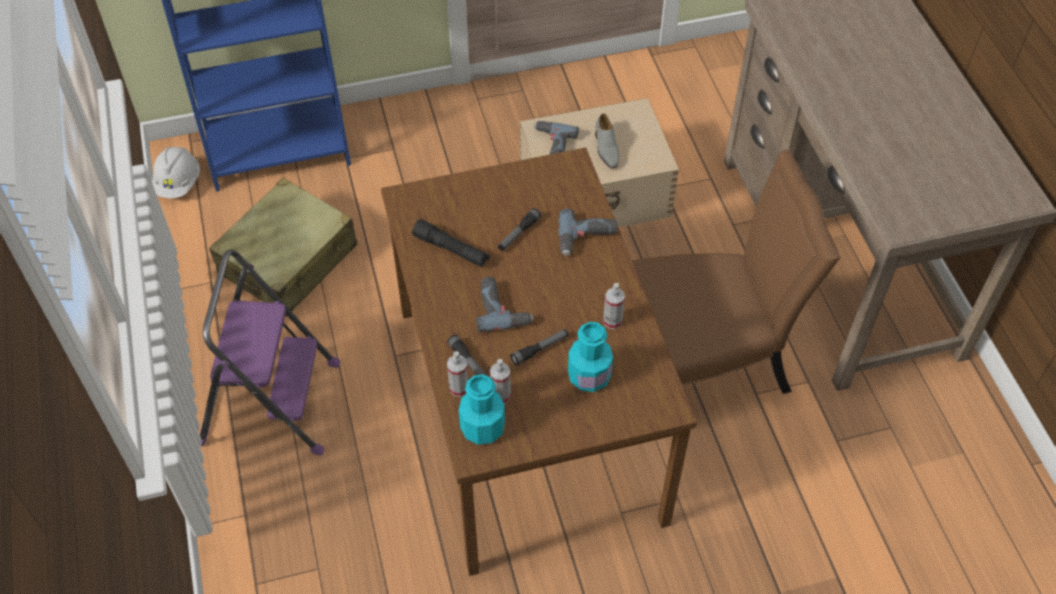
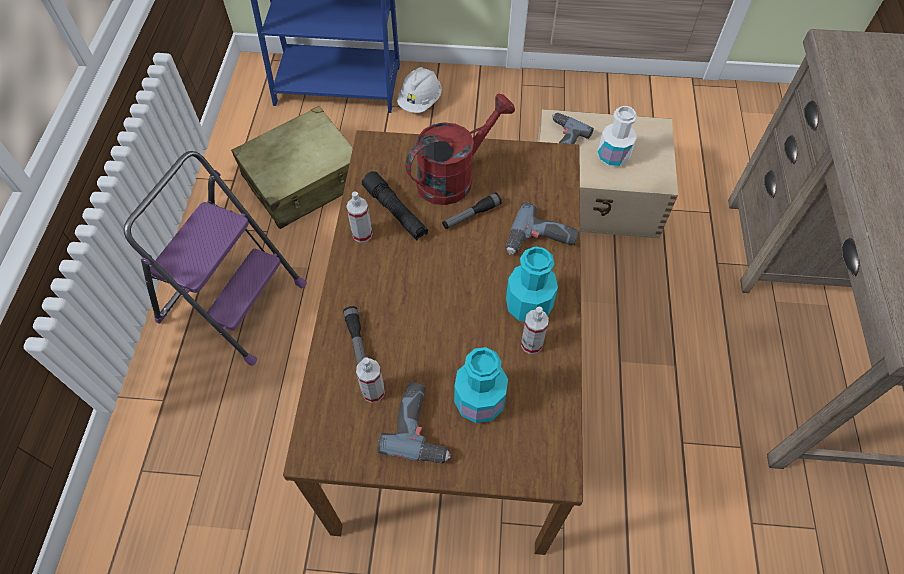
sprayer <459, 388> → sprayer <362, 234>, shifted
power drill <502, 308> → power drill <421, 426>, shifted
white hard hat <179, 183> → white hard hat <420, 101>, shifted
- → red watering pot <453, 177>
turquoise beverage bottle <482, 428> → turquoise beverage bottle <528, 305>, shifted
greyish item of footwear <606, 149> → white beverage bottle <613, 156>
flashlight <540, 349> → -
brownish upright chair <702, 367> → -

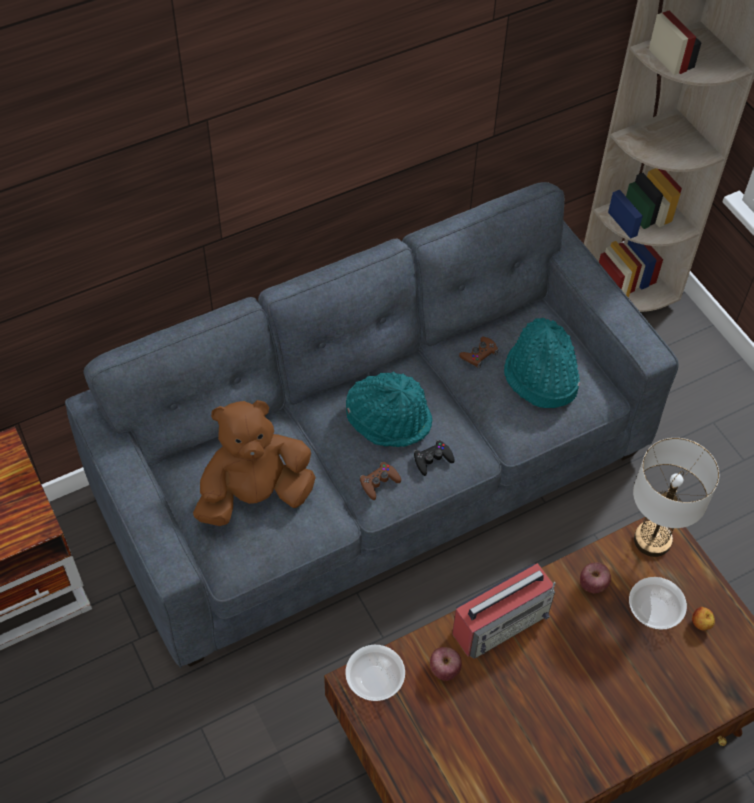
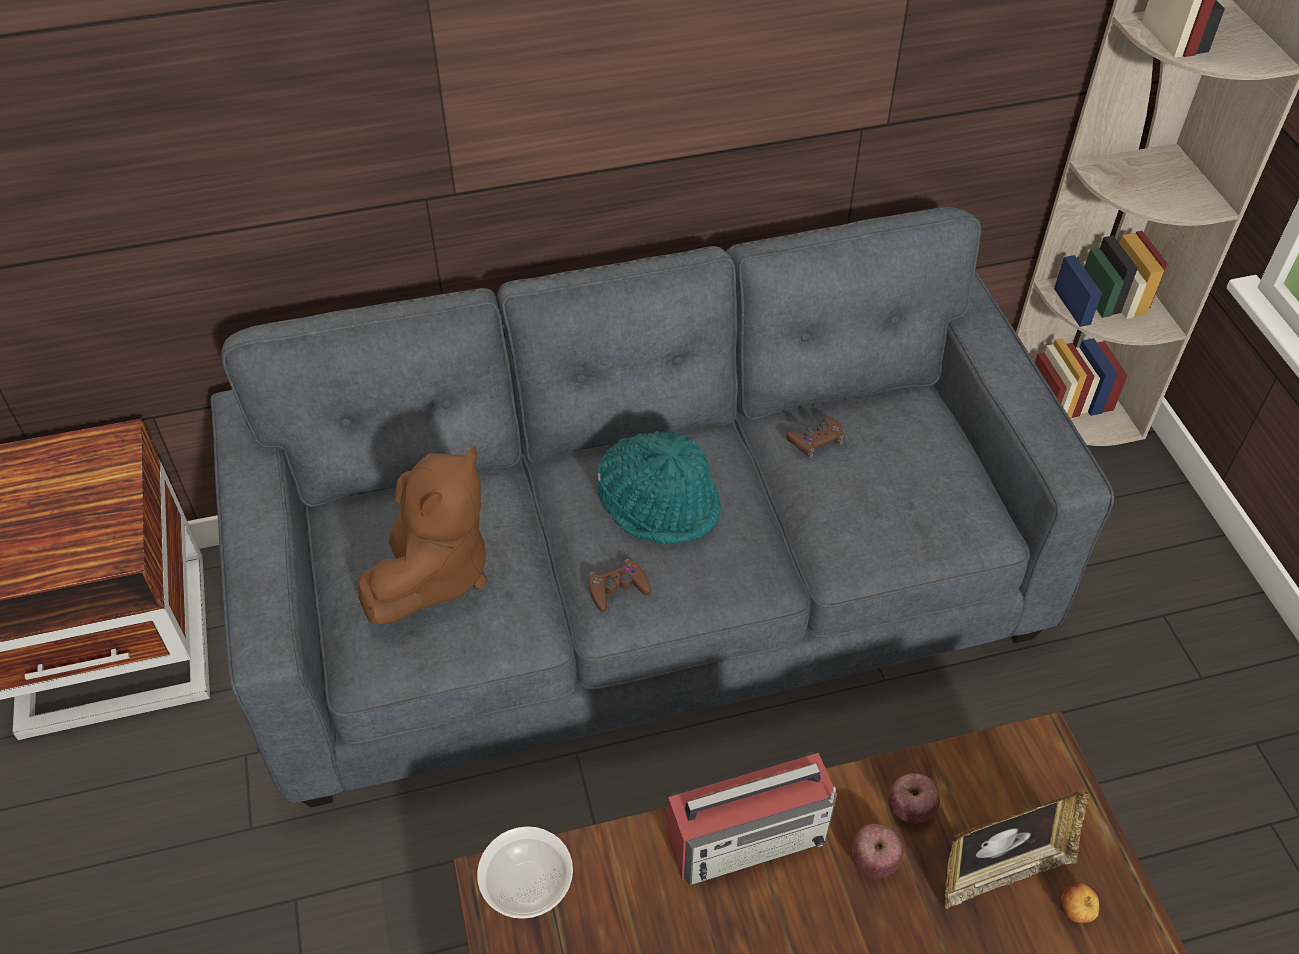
brownish cuddly toy <255, 495> → brownish cuddly toy <433, 572>, 120 degrees clockwise
apple <444, 669> → apple <874, 861>, shifted
bowl <654, 610> → photo frame <1001, 871>
blackish gamepad <432, 460> → -
turquoise clothing hat <540, 378> → -
lamp for a table <652, 539> → -

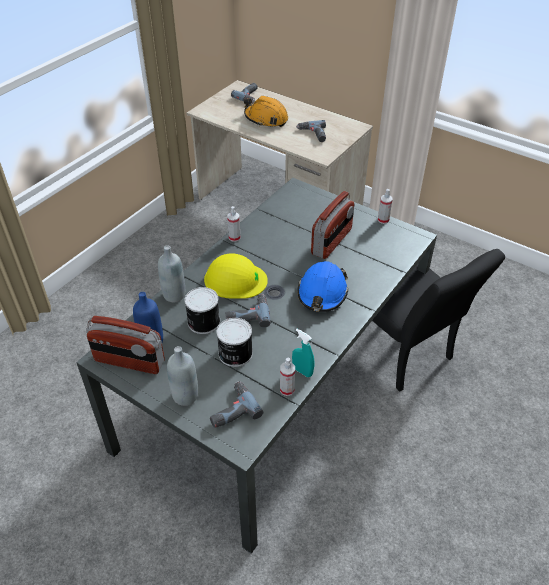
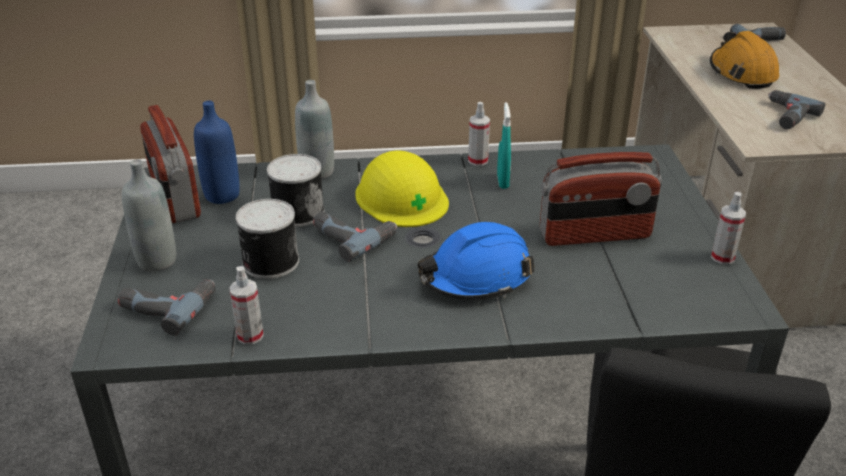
turquoise sprayer <302, 371> → turquoise sprayer <503, 181>, shifted

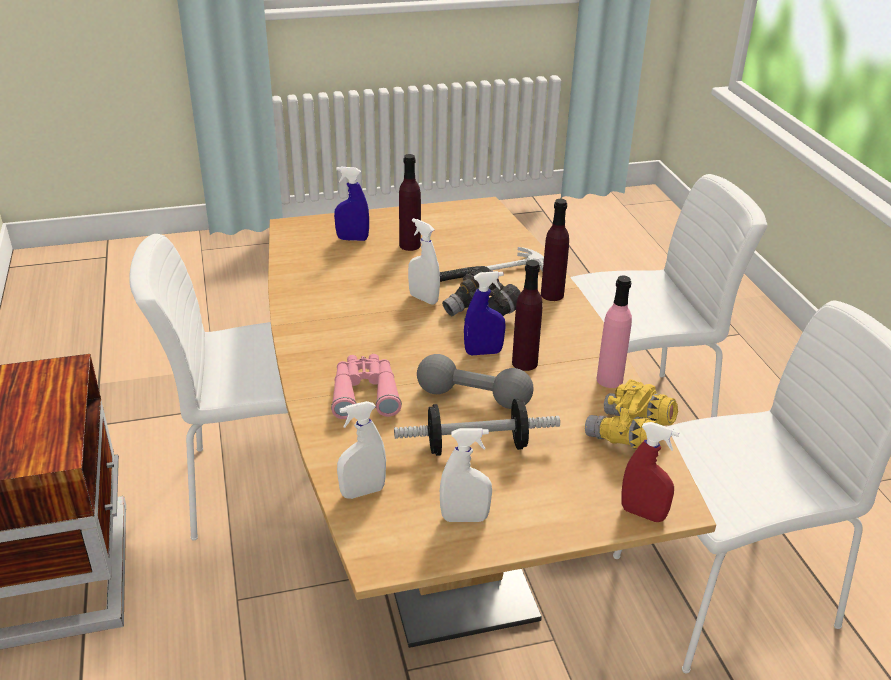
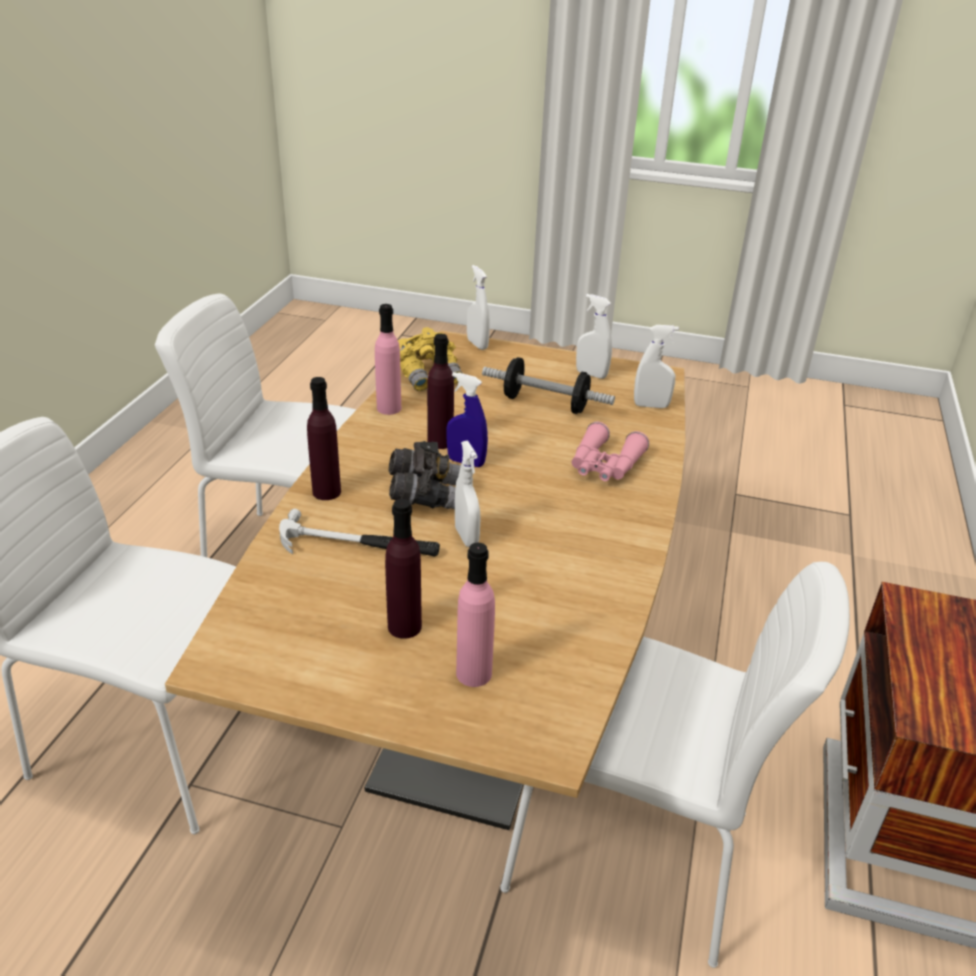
bluish sprayer <352, 239> → pinkish beverage bottle <474, 673>
red sprayer <643, 513> → white sprayer <477, 344>
greyish dumbbell <473, 397> → -

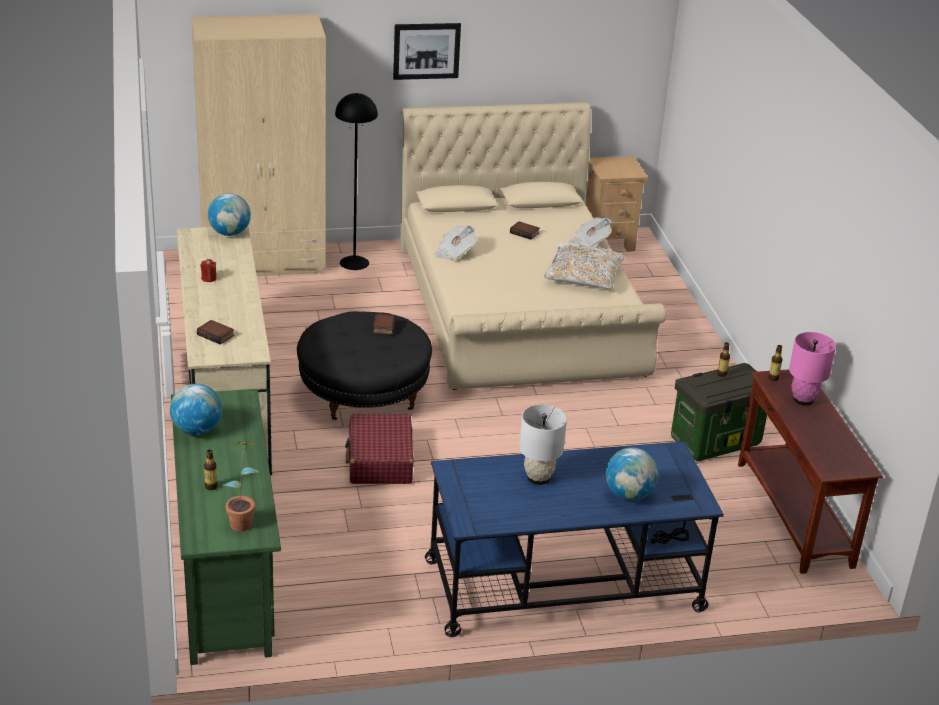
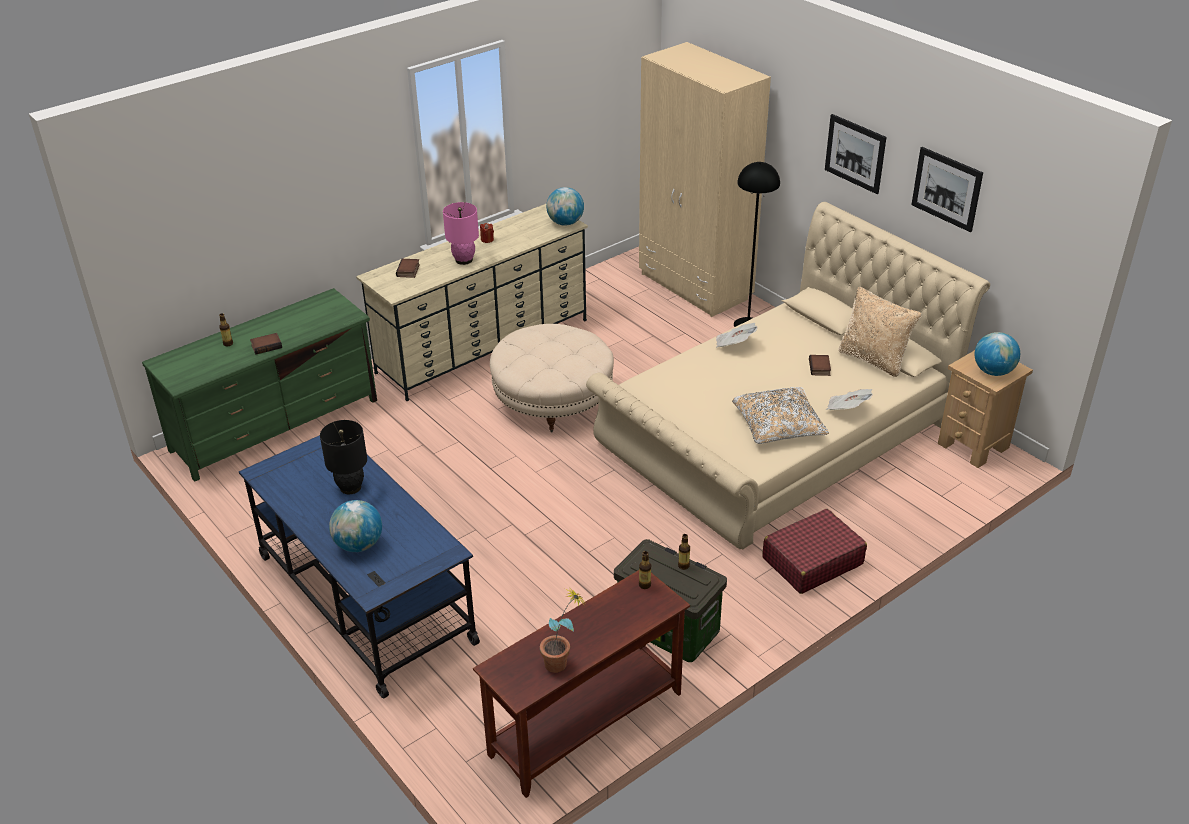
bound book <383, 326> → bound book <267, 346>, shifted
white lamp for a table <538, 478> → blackish lamp for a table <350, 487>
pinkish lamp for a table <803, 399> → pinkish lamp for a table <464, 260>, shifted
blackish ottoman <364, 394> → beige-coloured ottoman <553, 401>
potted plant <243, 520> → potted plant <562, 662>, shifted
red suitcase <380, 460> → red suitcase <812, 561>, shifted
- → beige-coloured cushion <873, 361>
- → picture <946, 188>
world globe <196, 430> → world globe <993, 371>, shifted

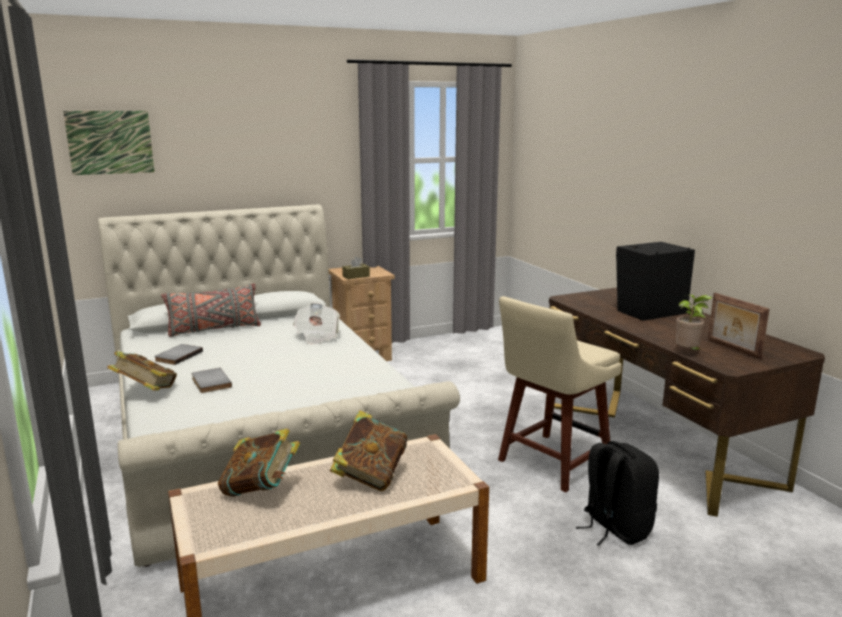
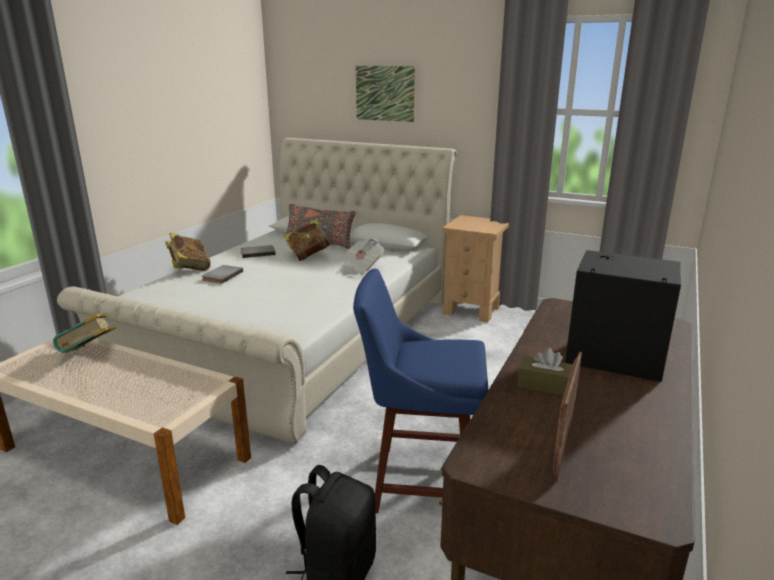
bound book <370, 476> → bound book <309, 256>, shifted
beige-coloured stool <550, 463> → bluish stool <419, 480>
picture <110, 142> → picture <385, 93>, shifted
brownish tissue holder <356, 276> → brownish tissue holder <545, 385>, shifted
potted plant <688, 353> → -

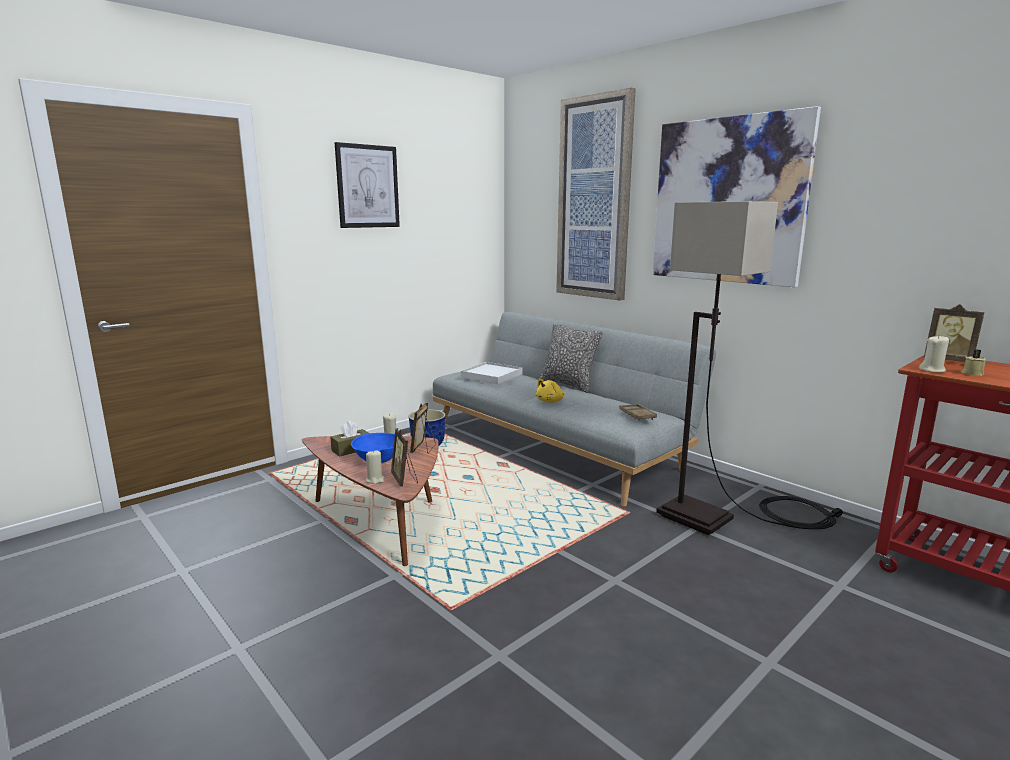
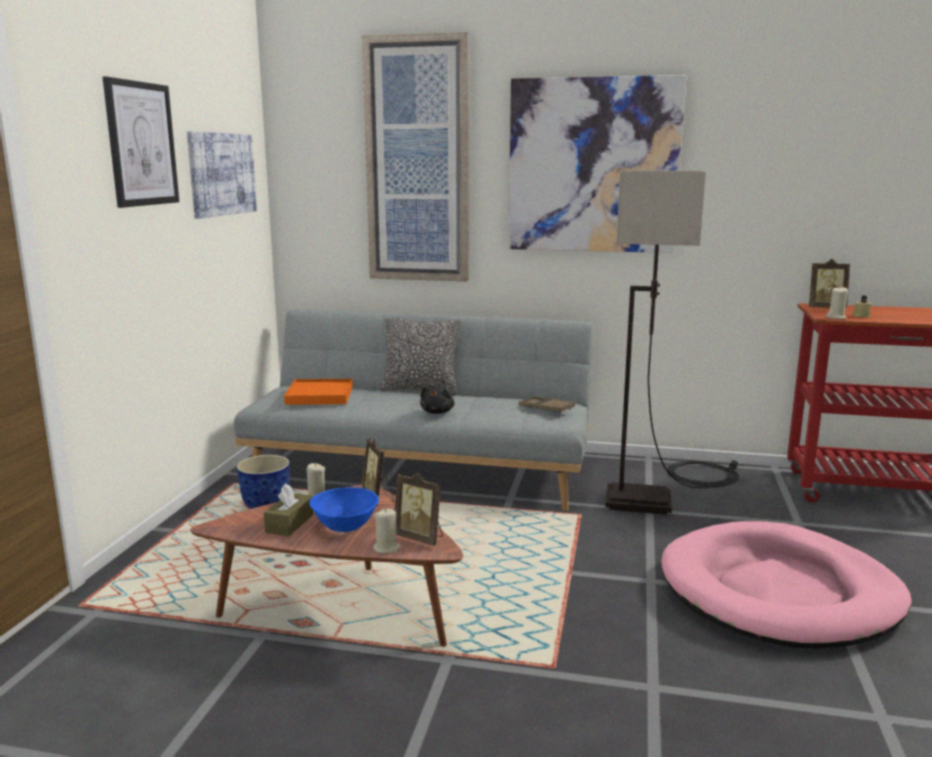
- → picture <221, 174>
white serving tray <492, 375> → orange serving tray <320, 395>
yellowish cuddly toy <550, 401> → blackish cuddly toy <437, 412>
- → pinkish pet bed <779, 592>

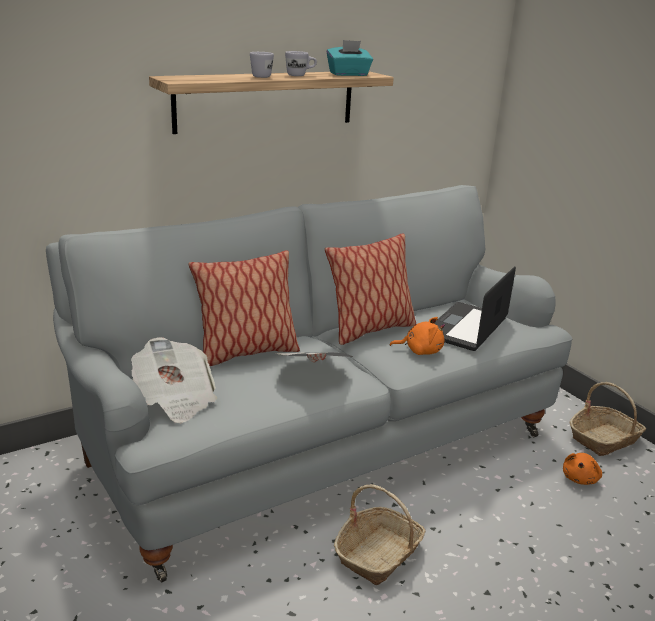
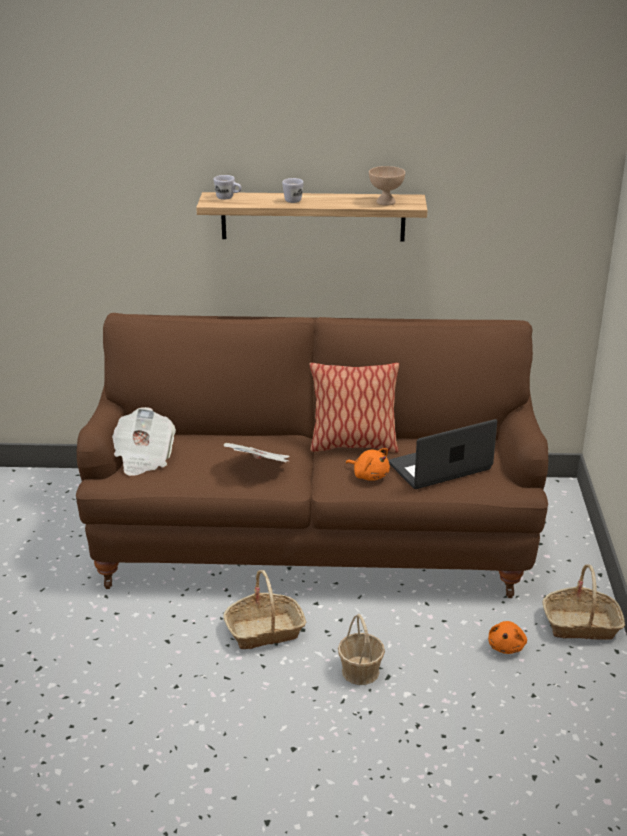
greyish sofa <320, 437> → brownish sofa <314, 532>
white tea mug <300, 75> → white tea mug <228, 198>, shifted
- → household basket <360, 671>
turquoise tissue holder <348, 74> → beige-coloured bowl <386, 202>
orange cuddly toy <580, 478> → orange cuddly toy <506, 646>, 45 degrees counterclockwise
cushion <246, 353> → -

